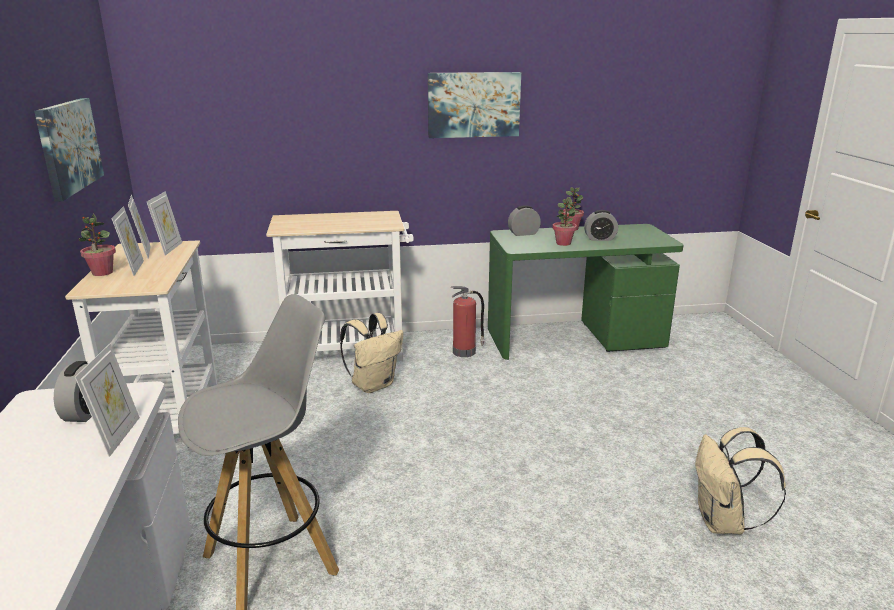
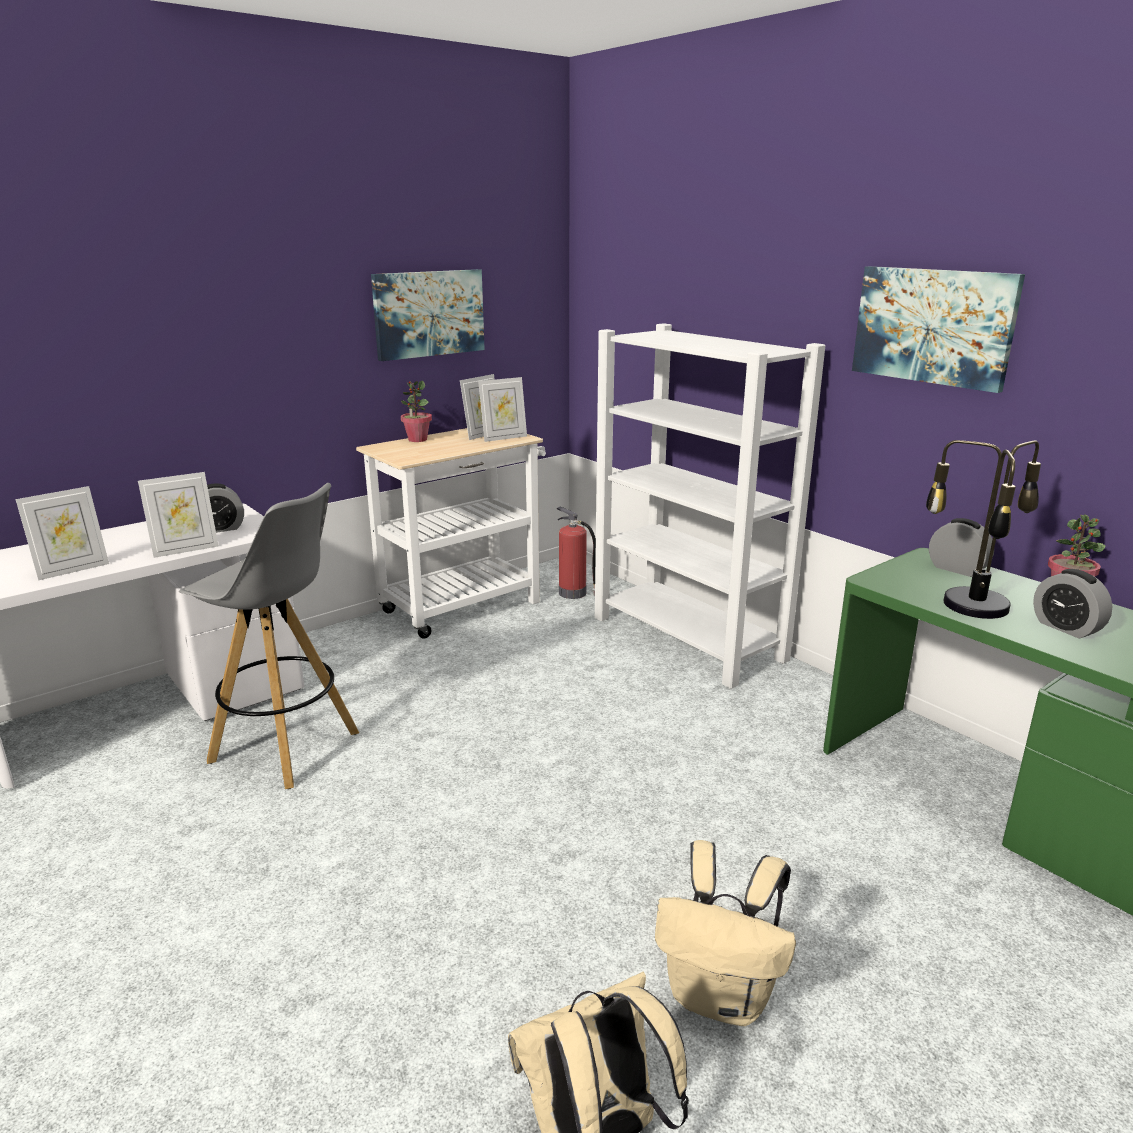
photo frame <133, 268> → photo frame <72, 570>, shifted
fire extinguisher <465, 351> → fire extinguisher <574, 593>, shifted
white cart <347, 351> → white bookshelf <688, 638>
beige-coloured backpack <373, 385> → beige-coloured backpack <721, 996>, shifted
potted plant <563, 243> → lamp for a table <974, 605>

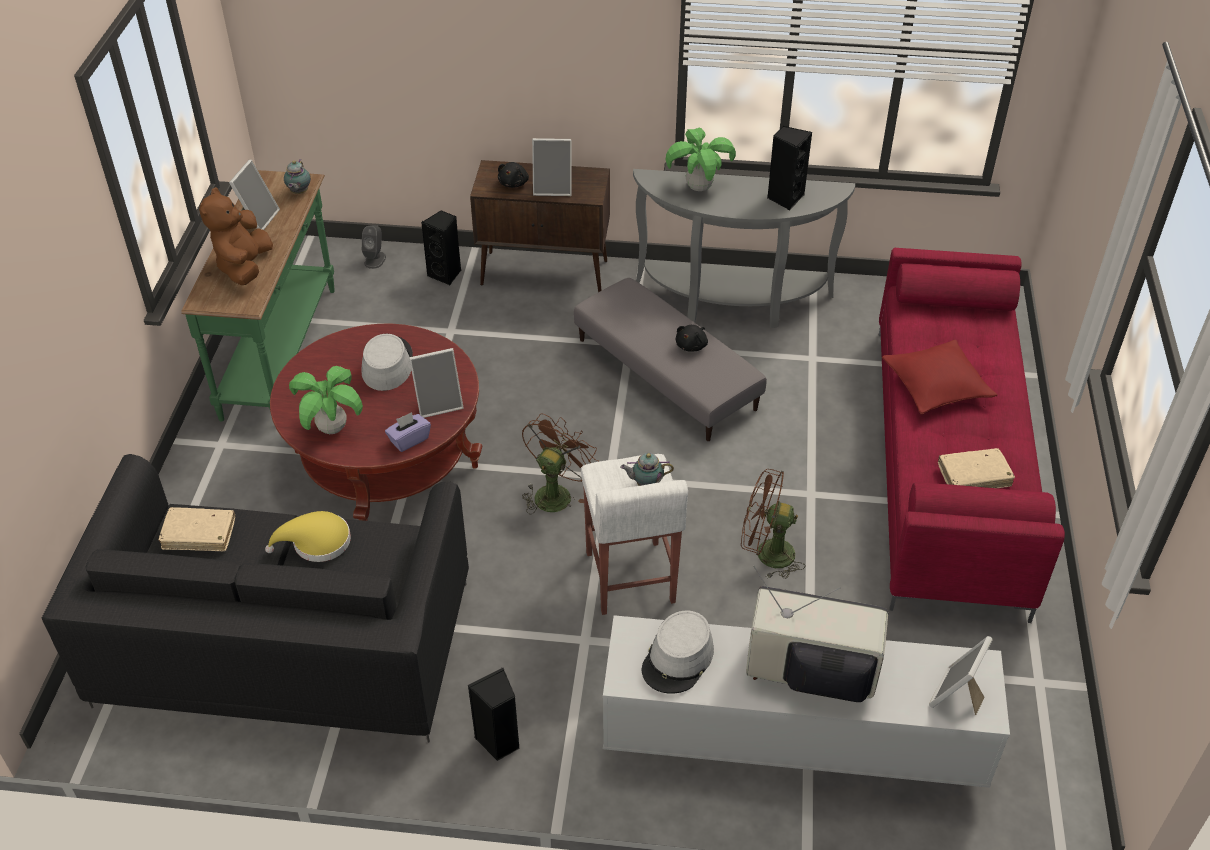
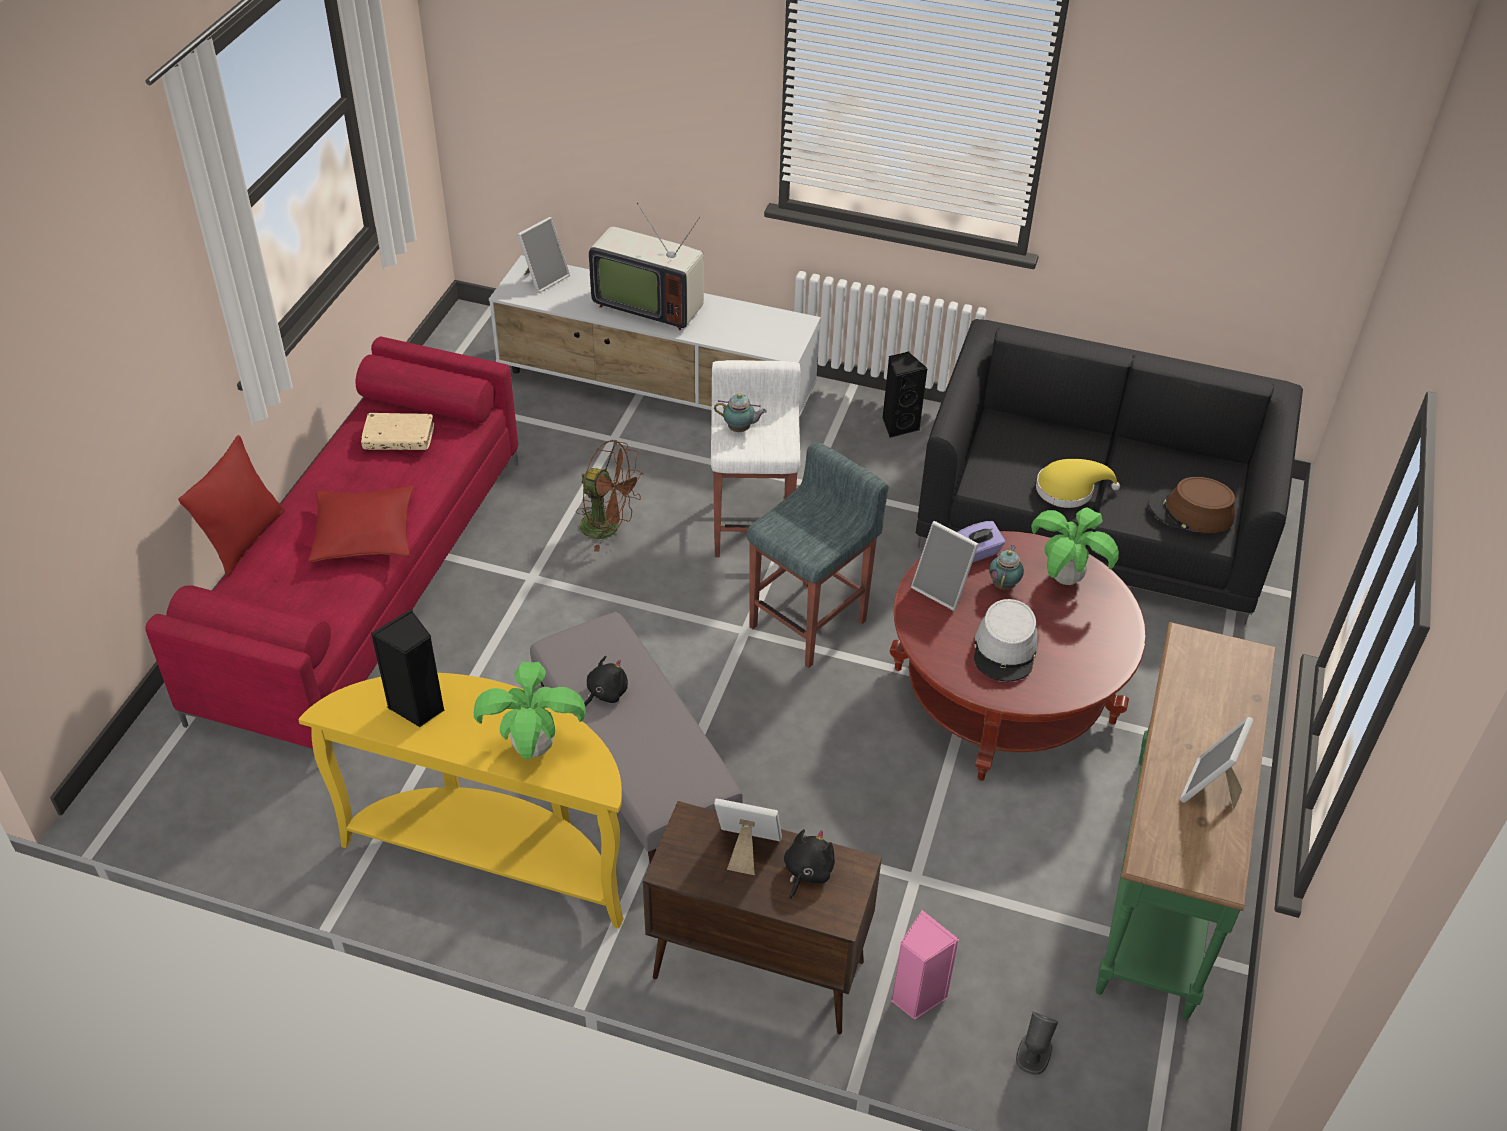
- → red cushion <244, 539>
greyish narrow table <732, 304> → yellowish narrow table <495, 854>
brownish cooling fan <556, 492> → greyish stool <809, 623>
blackish audio speaker <446, 274> → pinkish audio speaker <916, 996>
photo frame <439, 403> → photo frame <942, 589>, 135 degrees counterclockwise
teapot <299, 193> → teapot <1004, 584>, shifted
beige-coloured bound book <199, 534> → brownish clothing hat <1190, 512>
brownish cuddly toy <244, 267> → -
greyish clothing hat <678, 659> → -

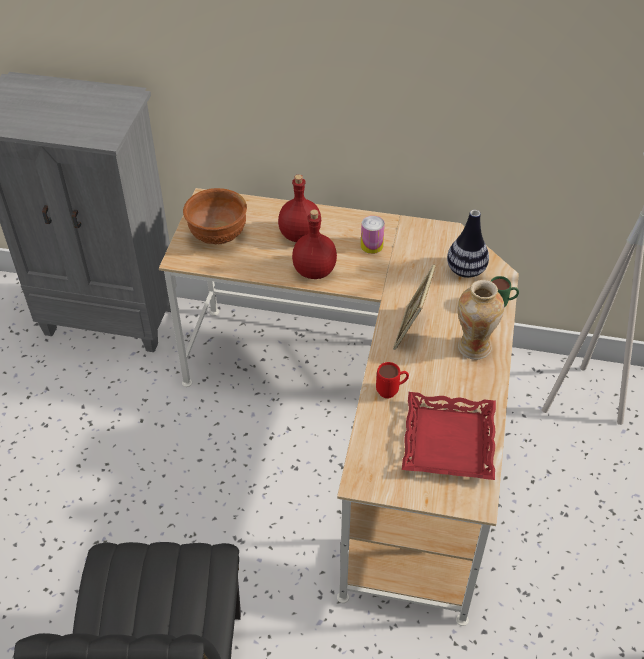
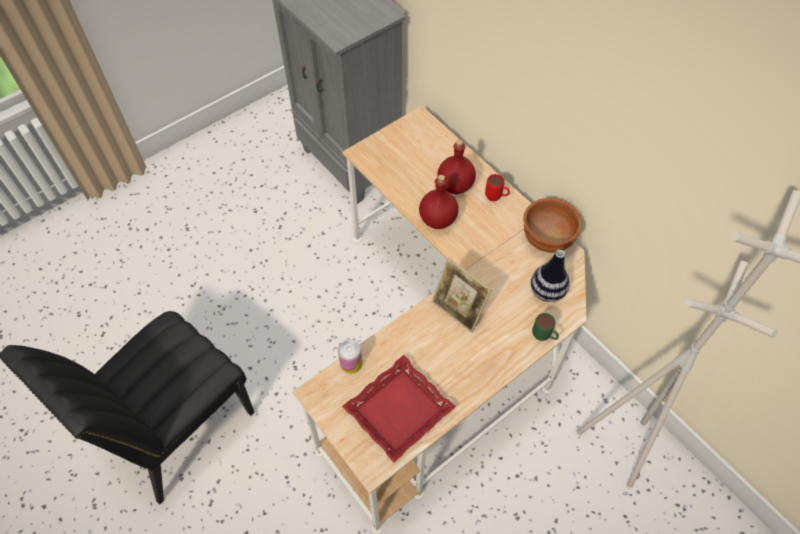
metal can <371, 246> → metal can <351, 363>, shifted
photo frame <411, 331> → photo frame <458, 310>, 105 degrees counterclockwise
red tea mug <391, 391> → red tea mug <496, 198>, shifted
brownish bowl <217, 236> → brownish bowl <546, 239>, shifted
decorative vase <473, 347> → -

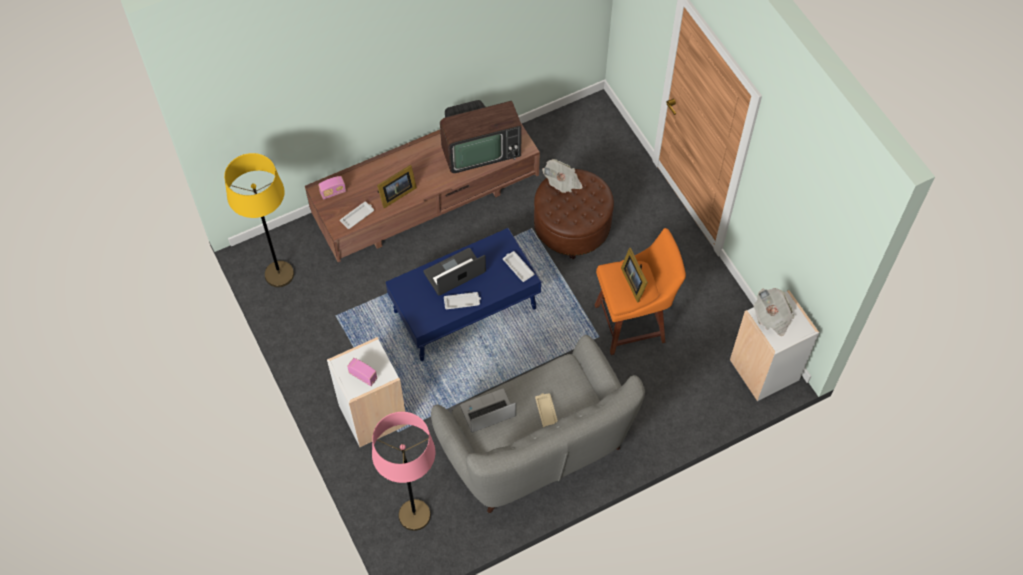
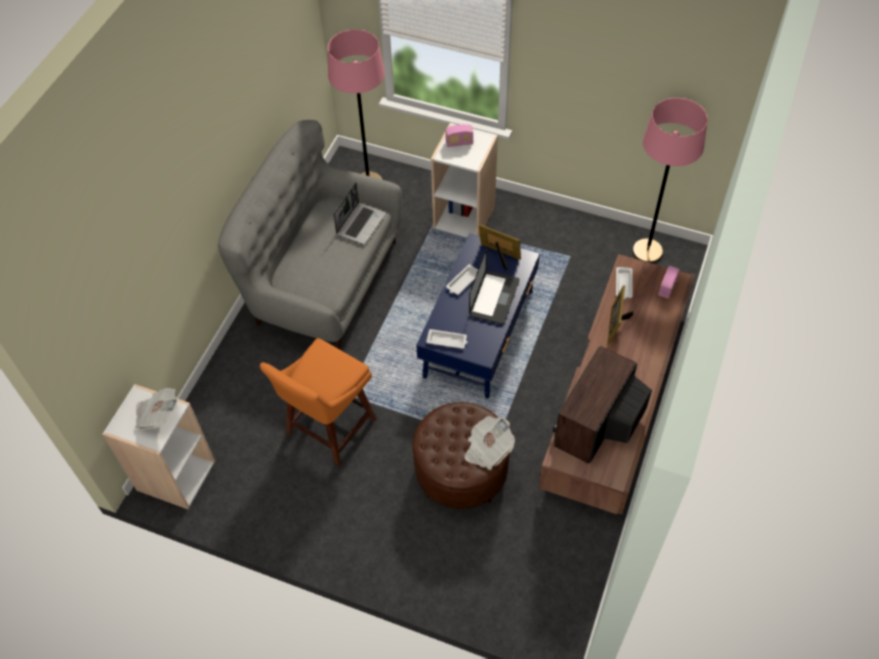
photo frame <634, 282> → photo frame <499, 256>, shifted
yellowish floor lamp <279, 274> → pinkish floor lamp <647, 252>
beige-coloured serving tray <546, 411> → -

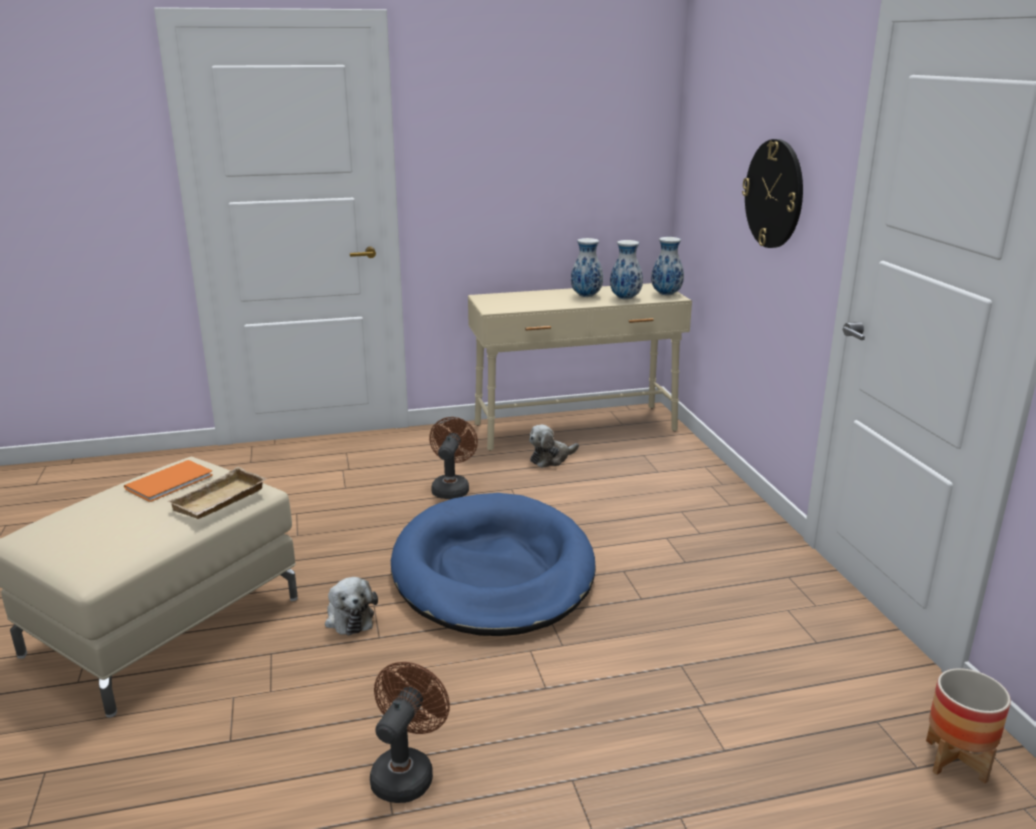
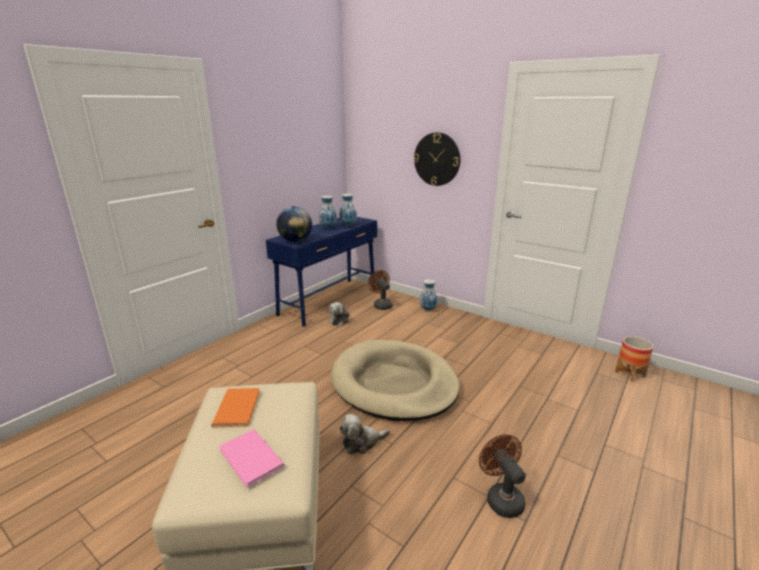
- → pinkish bound book <250, 459>
beige-coloured narrow table <575, 428> → bluish narrow table <329, 301>
- → world globe <295, 241>
bluish pet bed <493, 571> → beige-coloured pet bed <394, 383>
cuddly toy <349, 617> → cuddly toy <362, 442>, 135 degrees clockwise
brownish cooling fan <451, 488> → brownish cooling fan <381, 305>, shifted
decorative vase <666, 294> → decorative vase <428, 309>, shifted
beige-coloured serving tray <220, 501> → -

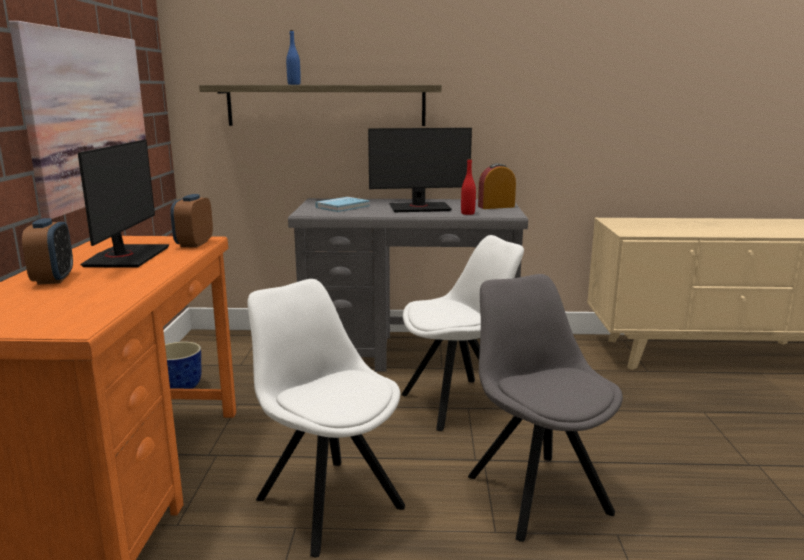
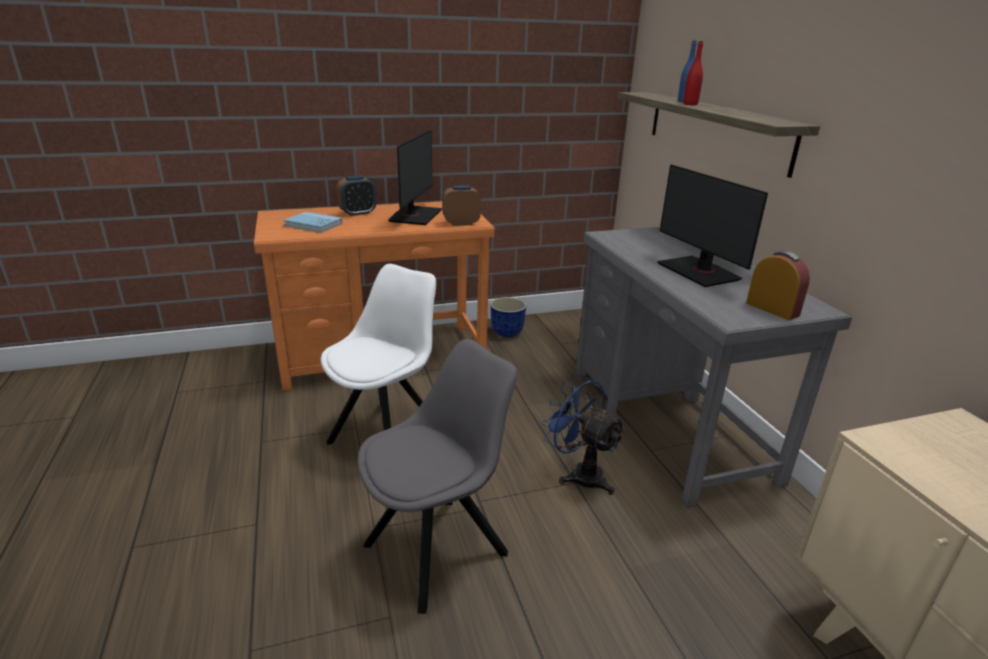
bluish bound book <342, 207> → bluish bound book <313, 224>, shifted
monitor <126, 257> → monitor <415, 216>, 60 degrees counterclockwise
white upright chair <457, 403> → bluish cooling fan <579, 473>
red beverage bottle <467, 213> → red beverage bottle <690, 104>, shifted
picture <90, 118> → -

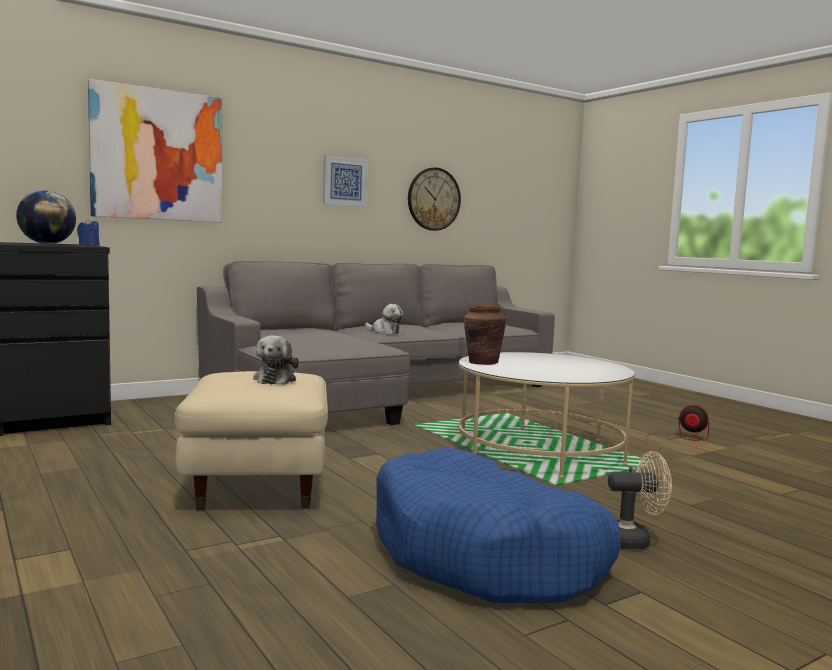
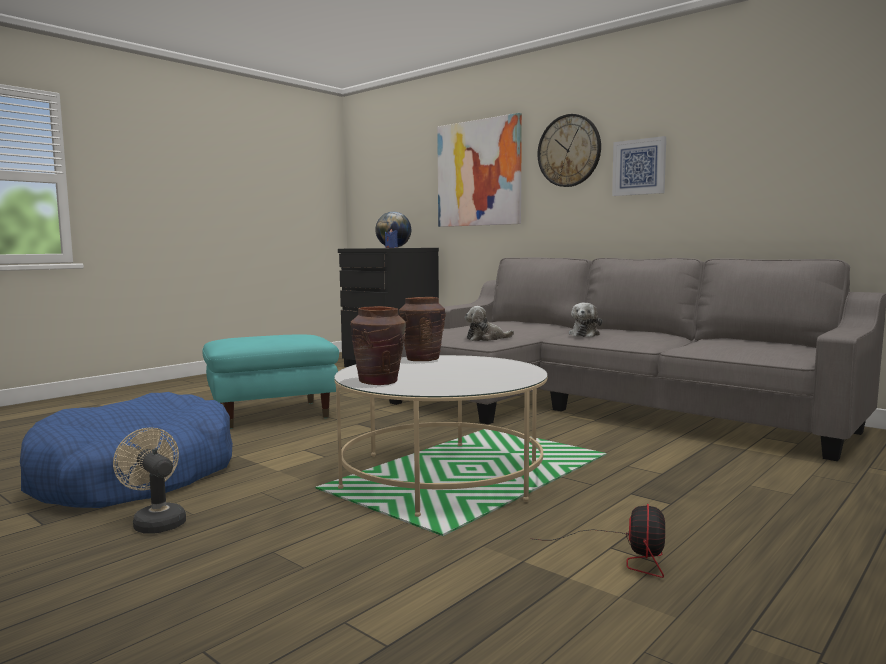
beige-coloured cooling fan <633, 541> → beige-coloured cooling fan <156, 522>, 150 degrees clockwise
beige-coloured ottoman <258, 487> → turquoise ottoman <271, 415>
- → brownish decorative vase <379, 381>
cuddly toy <276, 379> → cuddly toy <486, 339>, shifted
hanging clock <433, 199> → hanging clock <569, 151>, shifted

